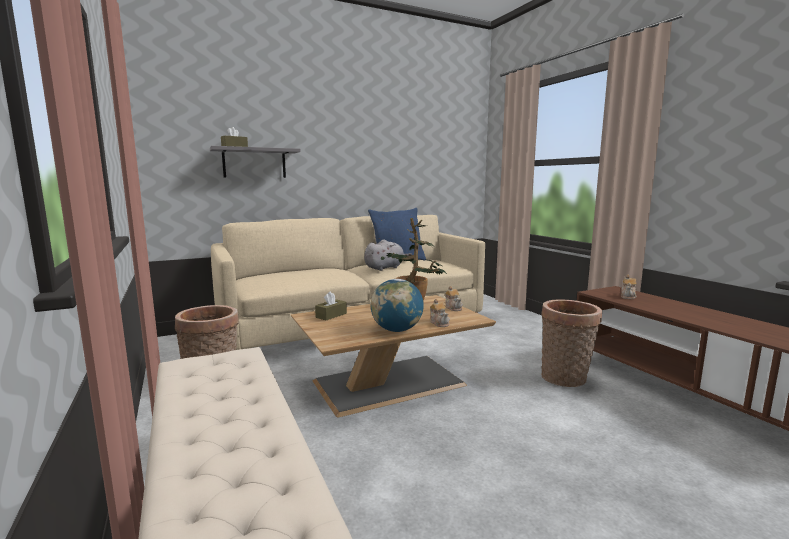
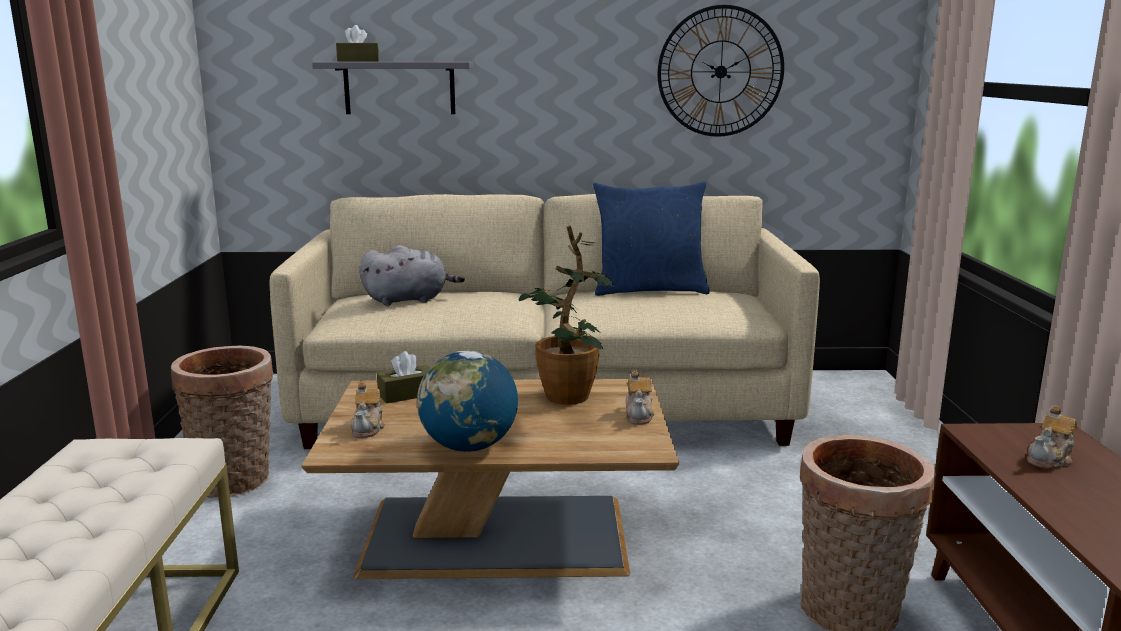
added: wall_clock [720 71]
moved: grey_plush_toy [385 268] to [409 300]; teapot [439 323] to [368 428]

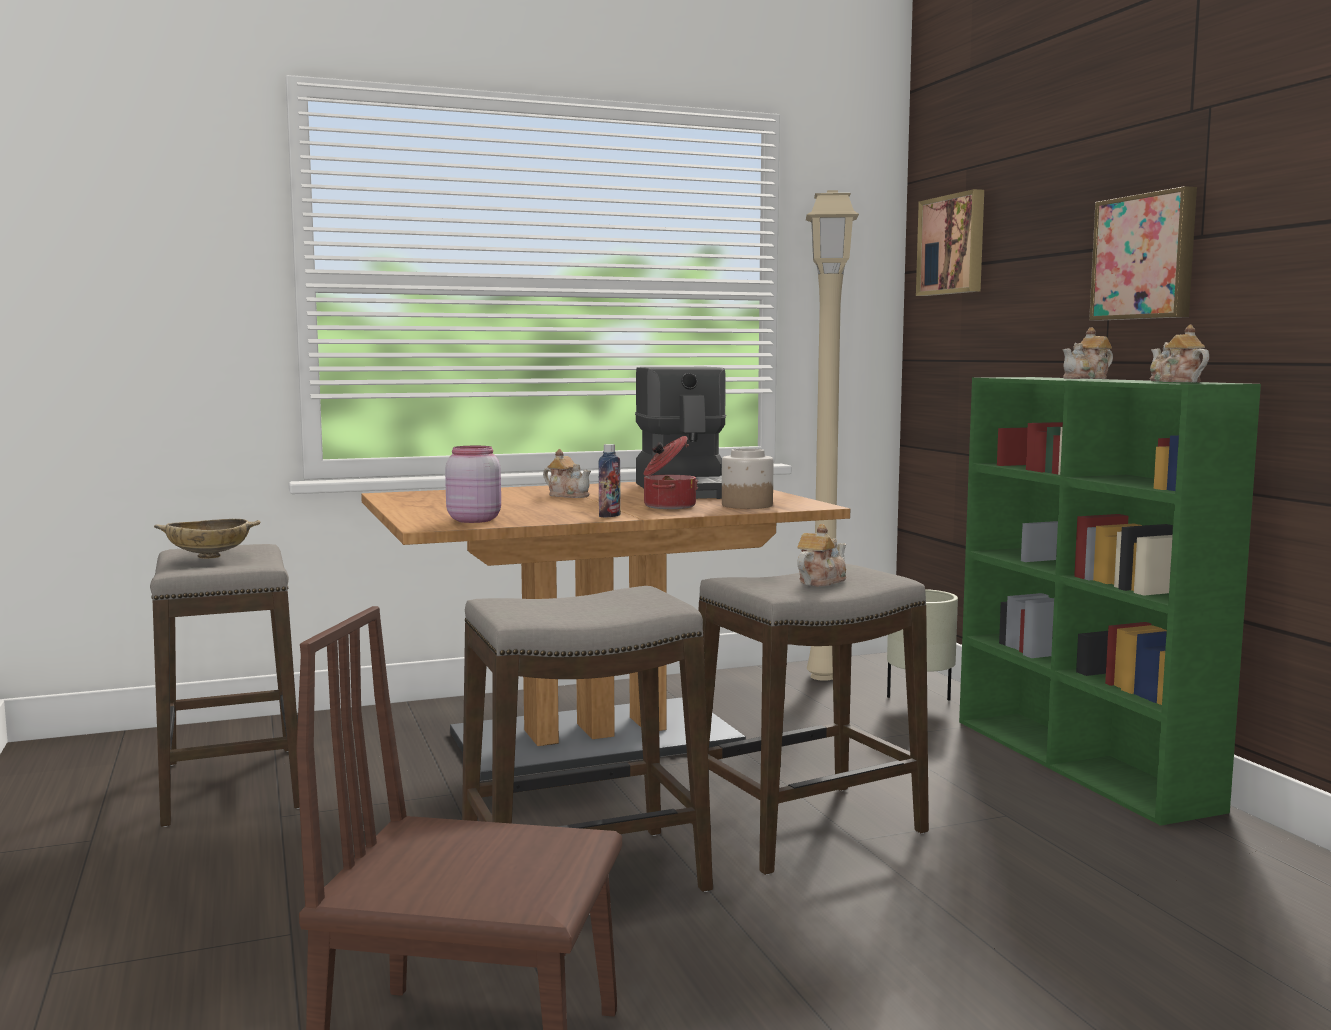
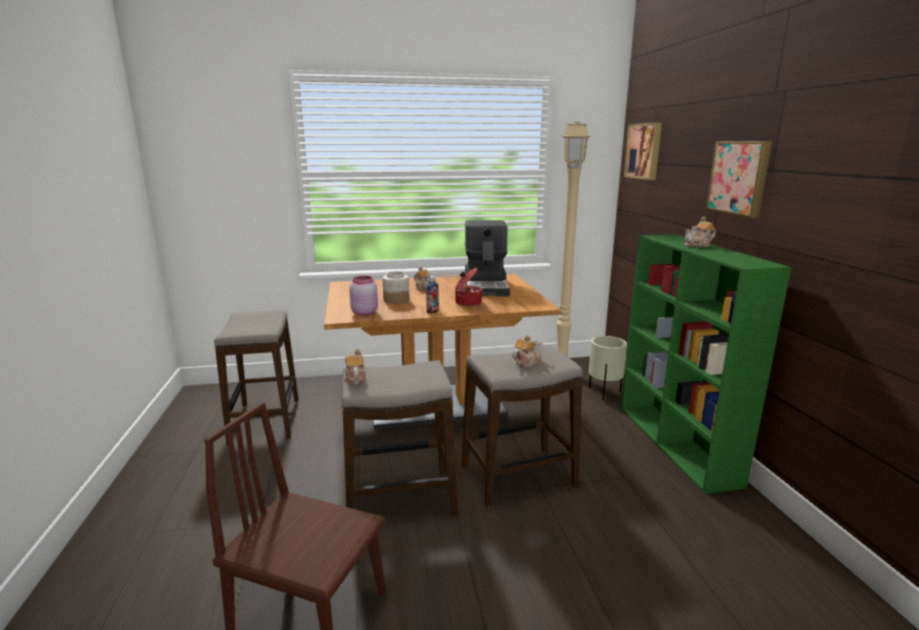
removed: beige_bowl [209 557]
moved: jar [746 505] to [396 300]; teapot [1175 382] to [355 378]

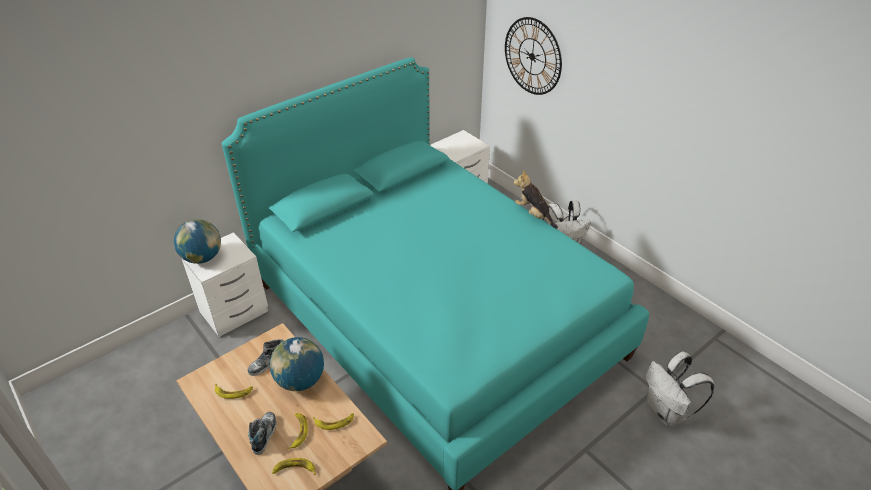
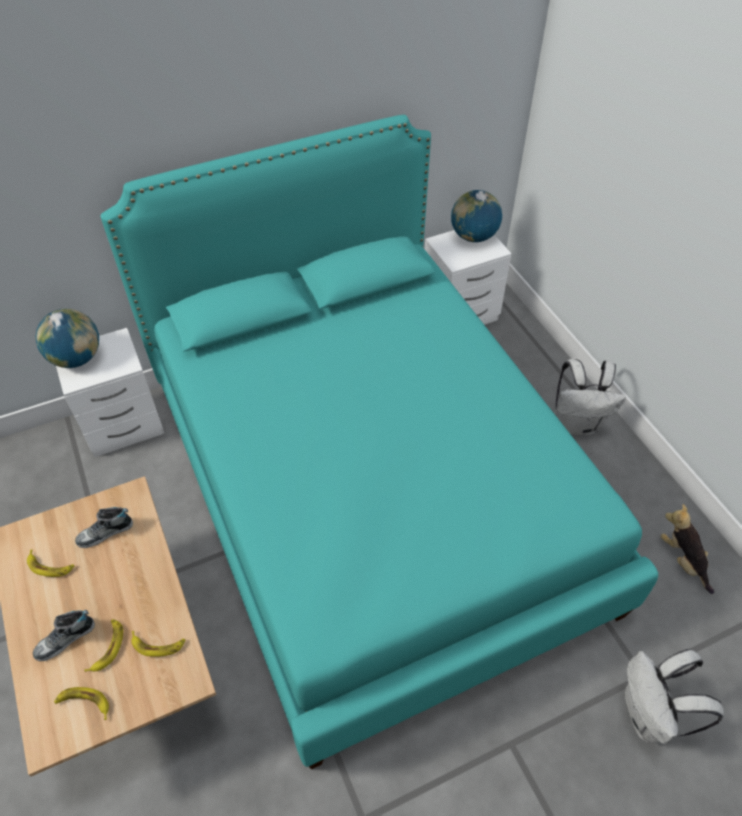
removed: wall_clock [532 56]
moved: globe [300 380] to [473 236]; plush_toy [534 214] to [683 560]
turned: shoe [264 434] = [65 640] 150 degrees counterclockwise

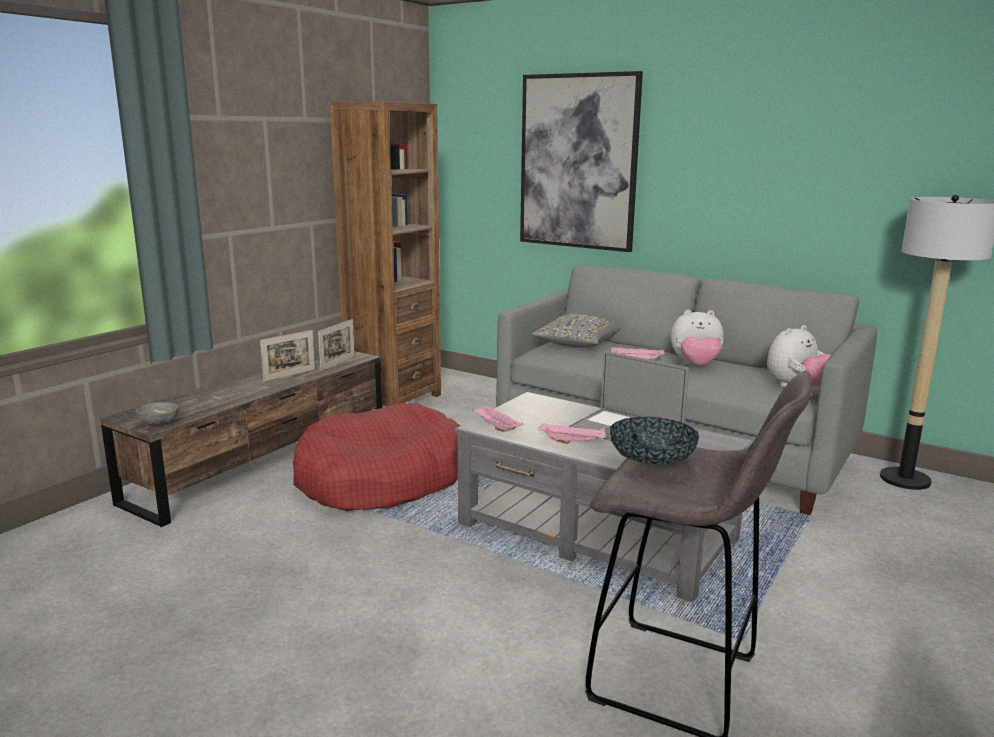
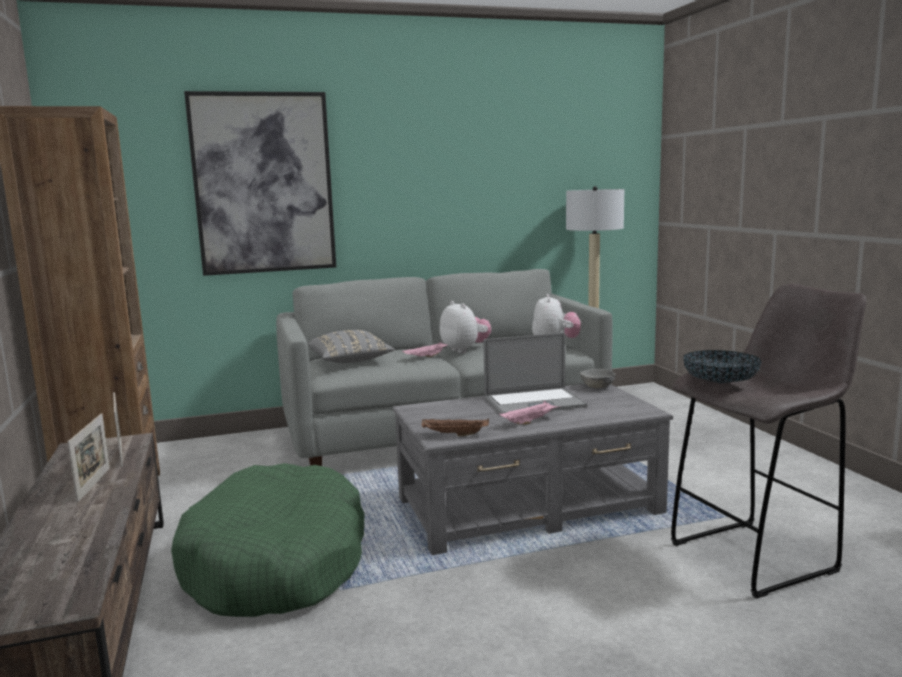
moved: grey_bowl [159 423] to [597 387]
recoloured: red_dog_bed [380 479] to green_dog_bed [277 563]; pink_tray [496 427] to brown_tray [454 435]
turned: plush_toy [695 365] = [465 350] 75 degrees counterclockwise

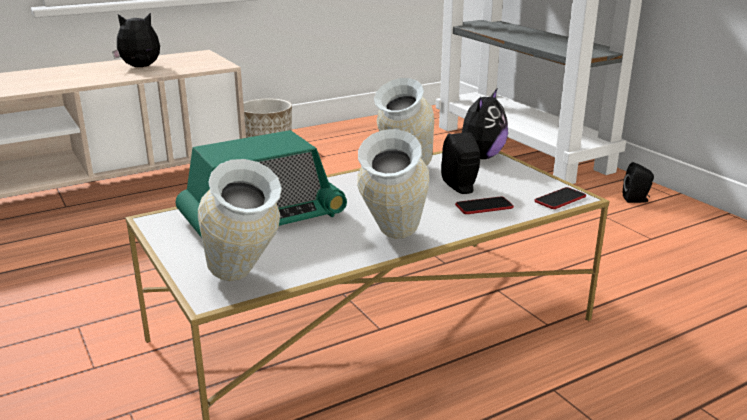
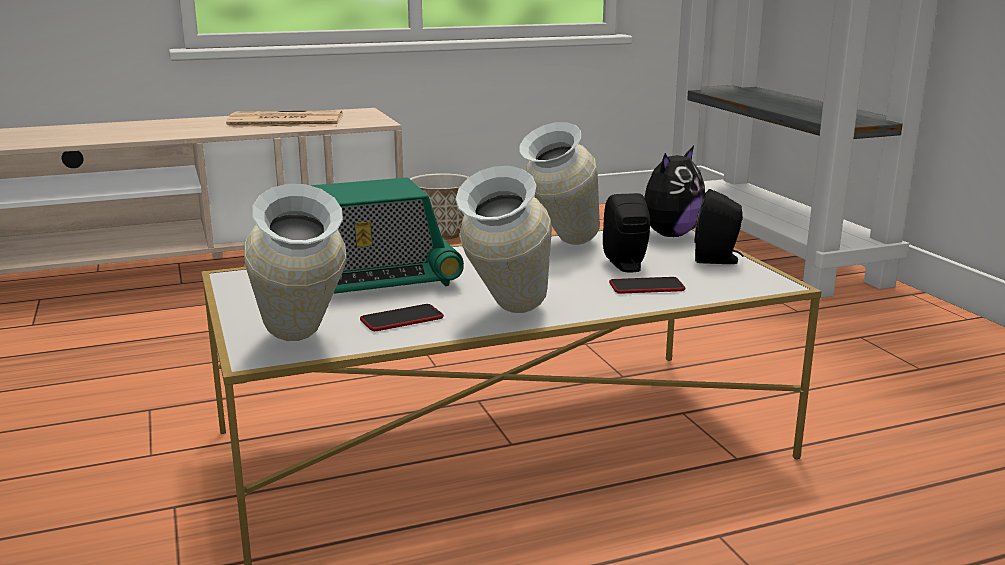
moved: phone [560 199] to [402 319]; black_speaker [636 200] to [718 260]
replaced: plush_toy [141 67] to newspaper [284 122]

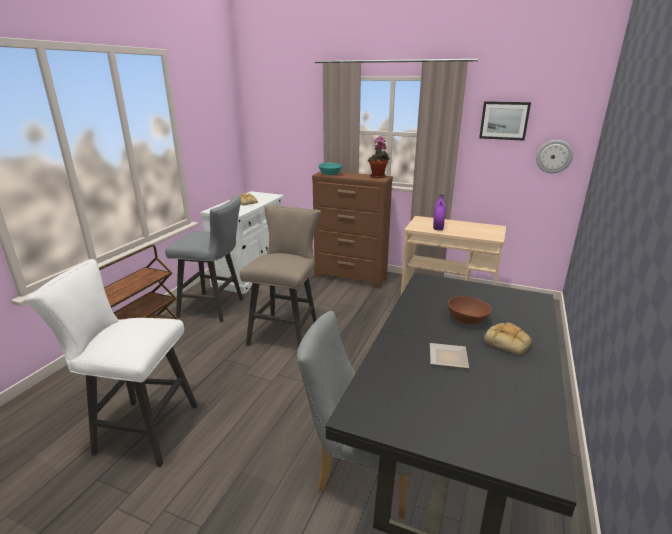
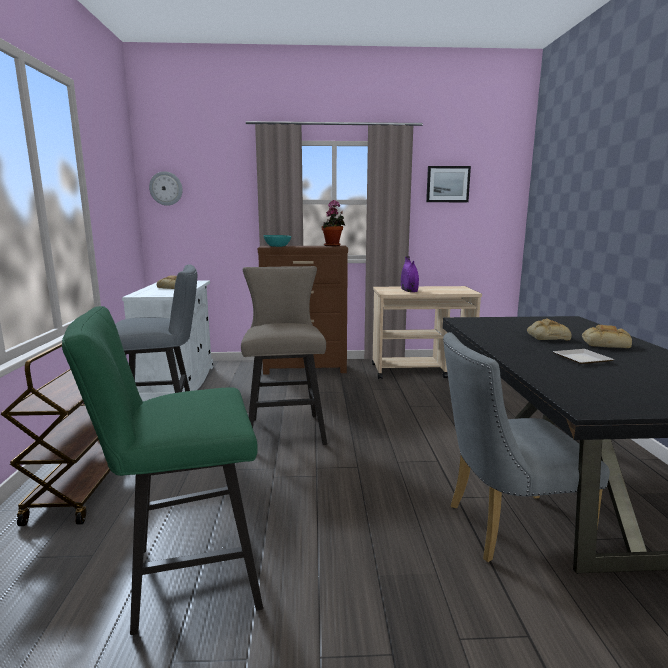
moved: wall_clock [554 156] to [166 188]
replaced: brown_bowl [467 319] to bread [547 336]
recoloured: white_stool [140 430] to green_stool [184 577]

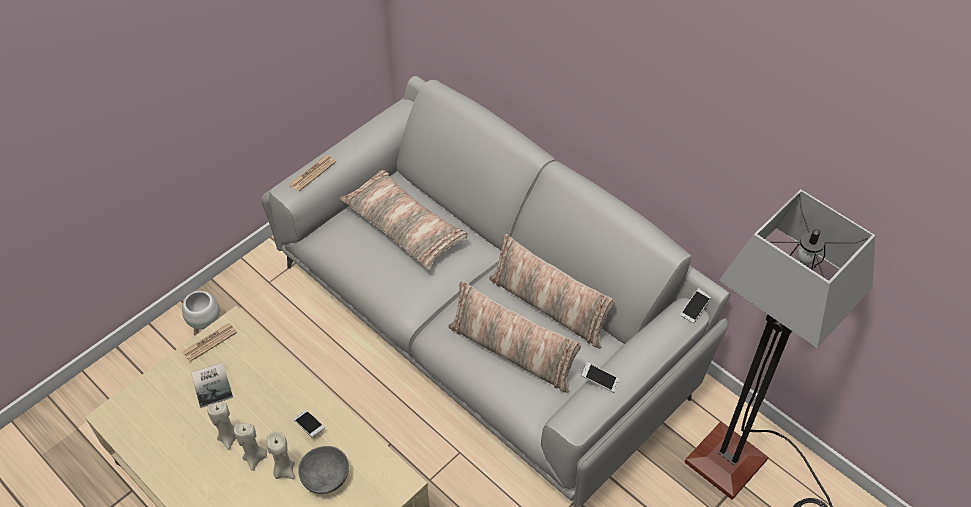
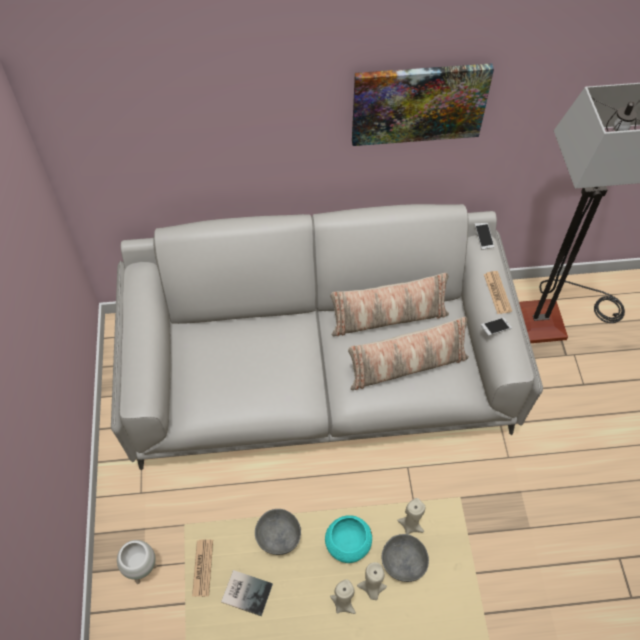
removed: pillow [404 226]
added: grey_bowl [278 539]; picture [419 103]
moved: beige_candle [229 437] to [410 525]; newspaper [312 173] to [497 293]
replaced: phone [309 426] to turquoise_bowl [347 544]

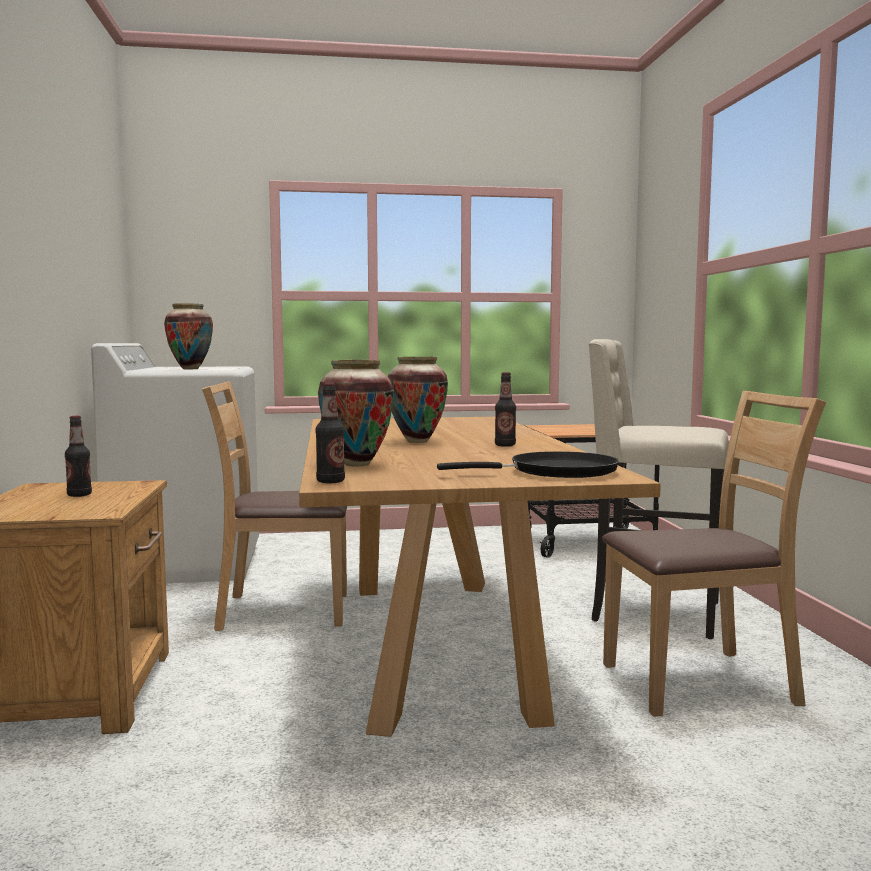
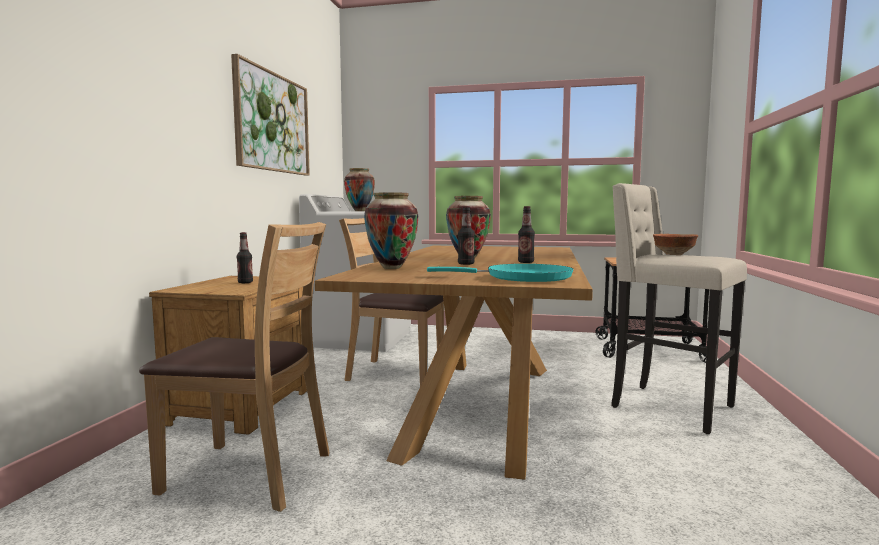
added: picture [272 122]; bowl [674 254]
moved: bottle [330 481] to [466 264]; brown_chair [700 682] to [249 474]
recoloured: black_frying_pan [555 472] to turquoise_frying_pan [522 278]

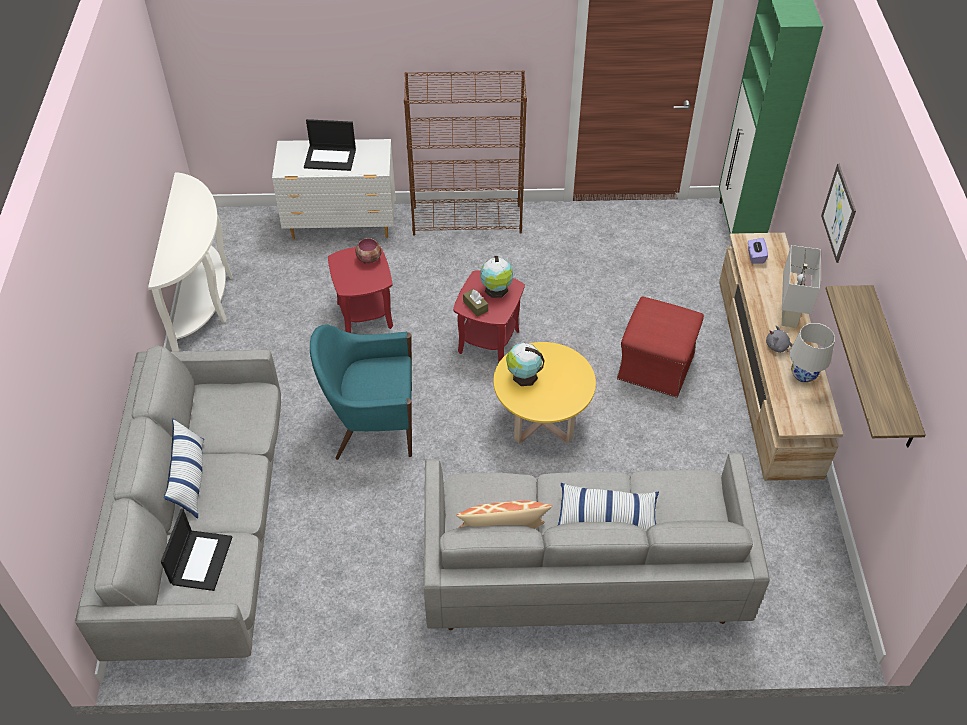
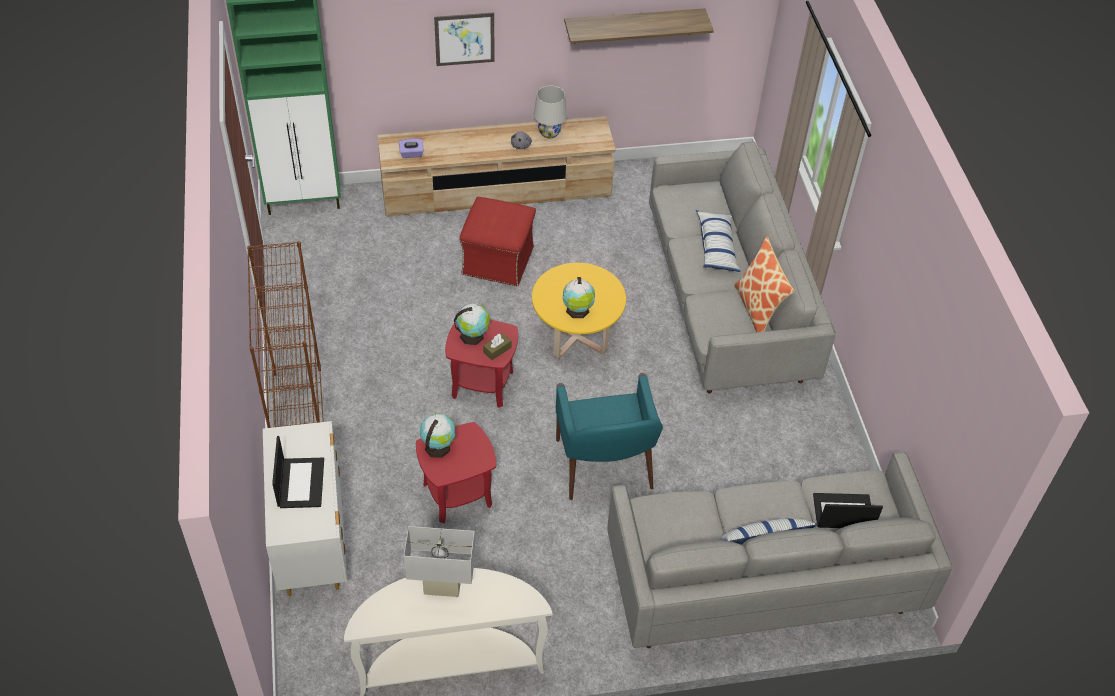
moved: white_table_lamp [789 316] to [442 588]
replaced: bowl [369 259] to globe [438 446]

